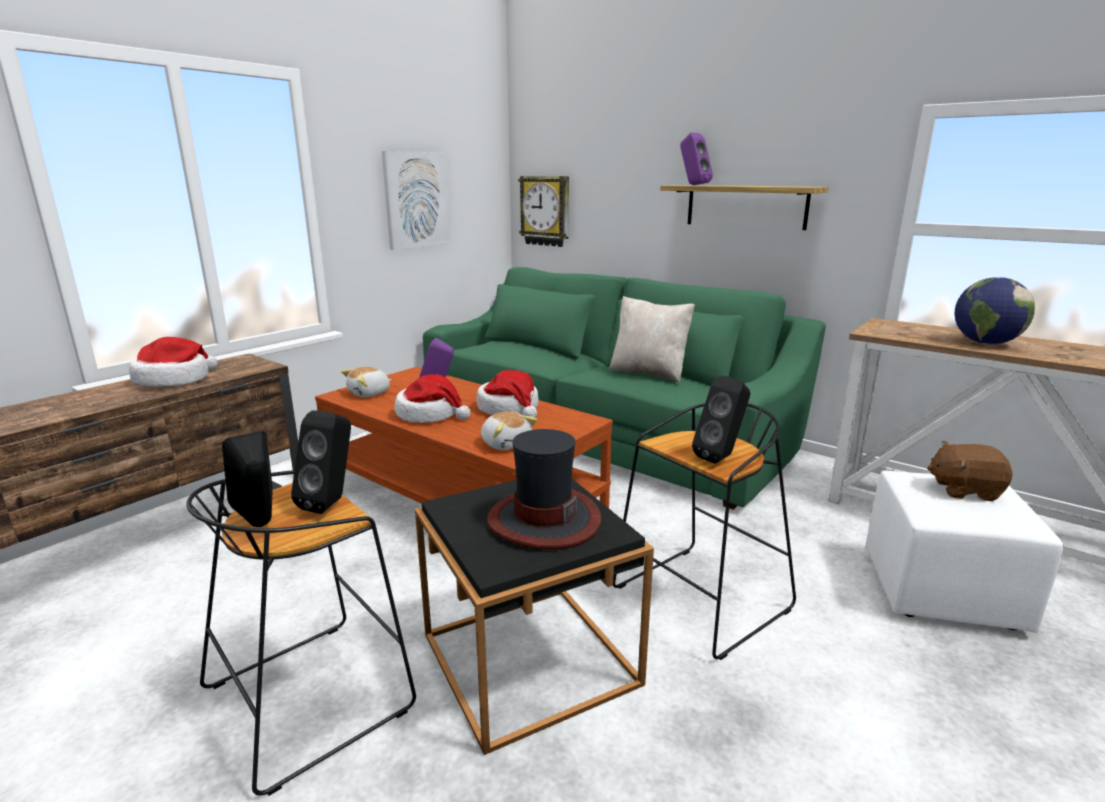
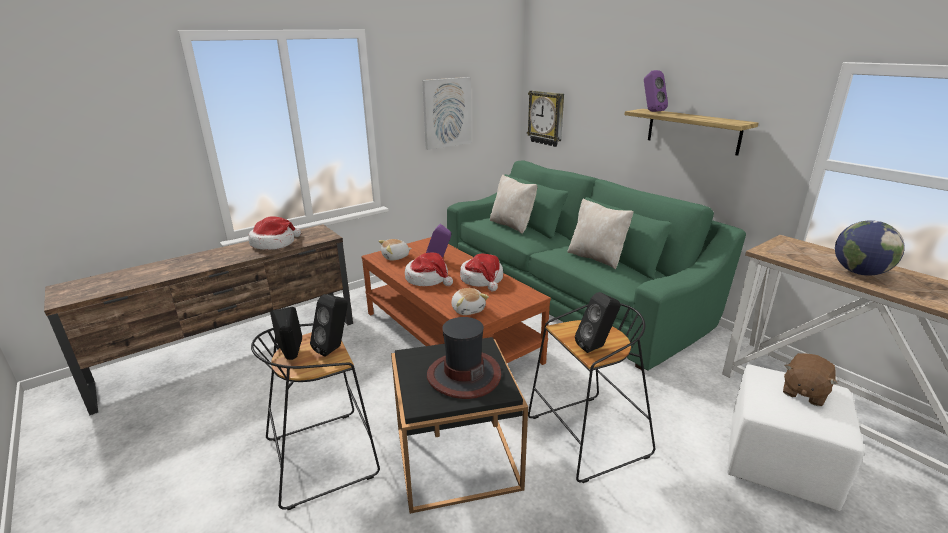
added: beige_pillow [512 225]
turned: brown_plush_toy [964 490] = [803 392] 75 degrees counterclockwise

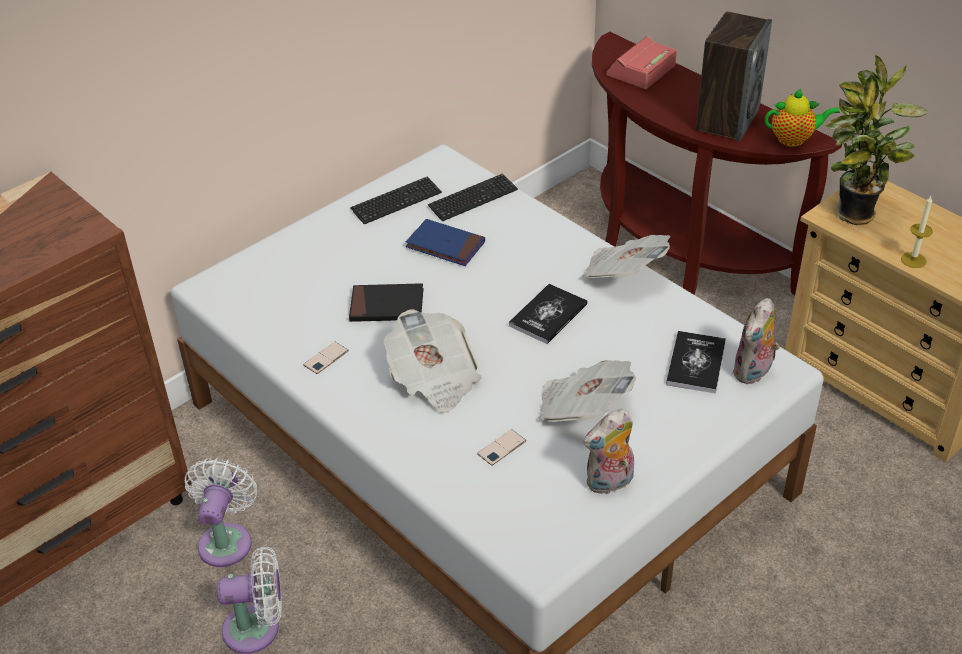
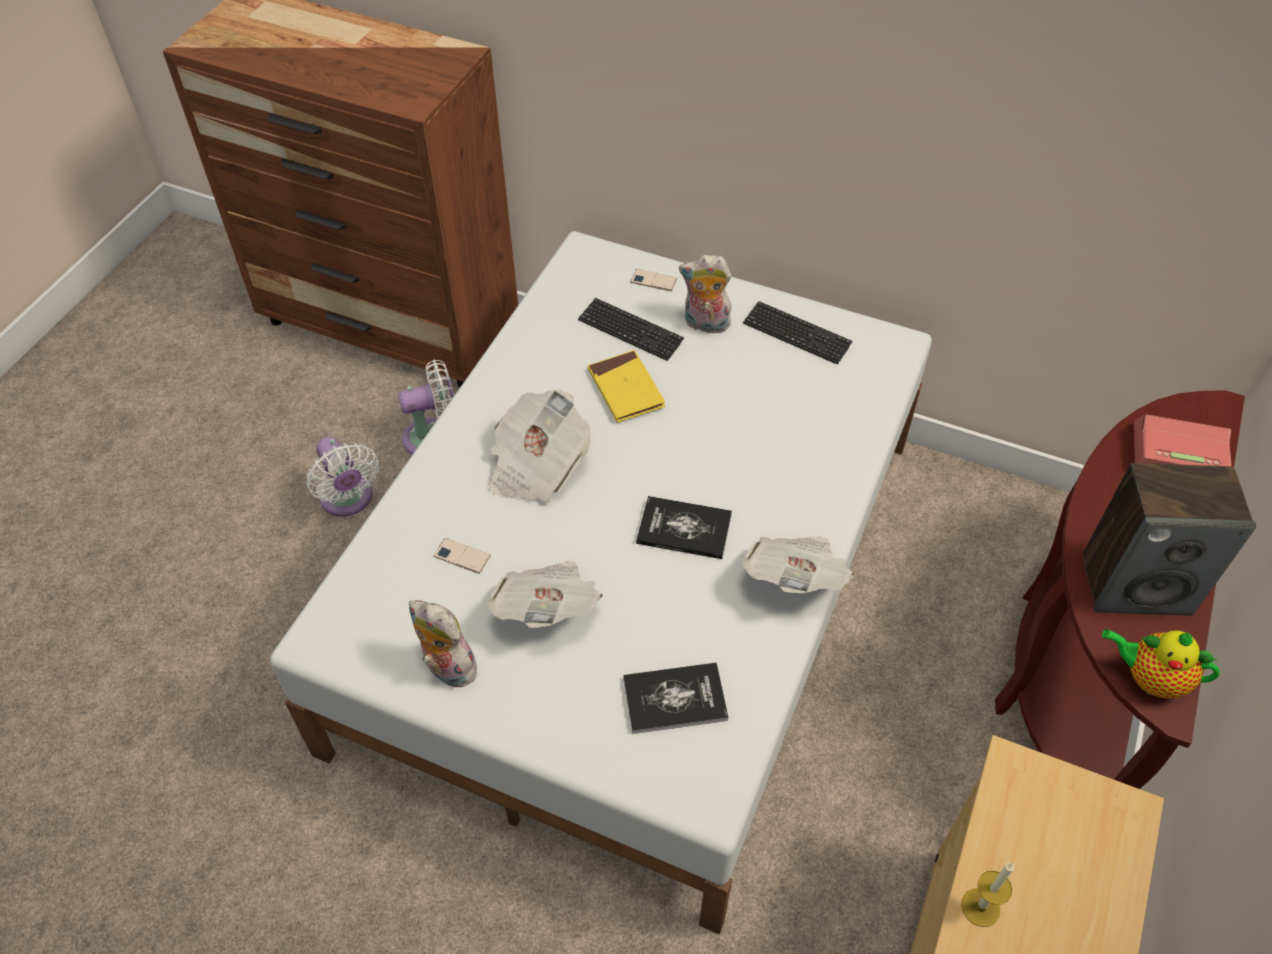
removed: blue_book [445 245]; potted_plant [854 216]
moved: phone [326 358] to [653 280]; keyboard [473 199] to [630 331]; plush_toy [753 372] to [705 324]
recoloured: black_book [387 306] to yellow_book [626 389]
turned: teapot [794 139] = [1149 678] 135 degrees clockwise

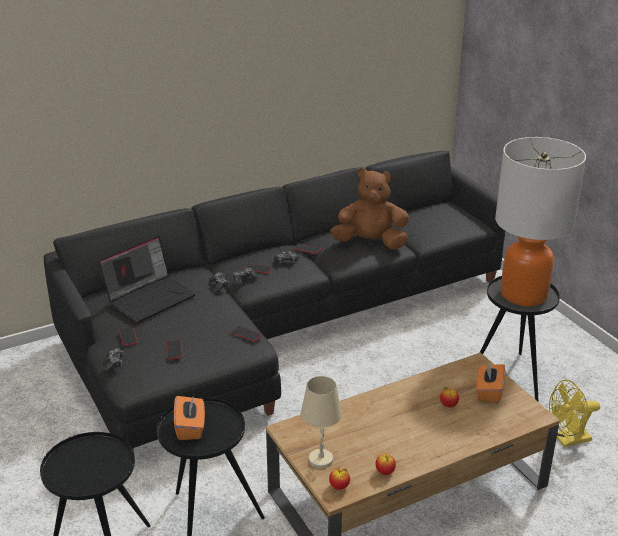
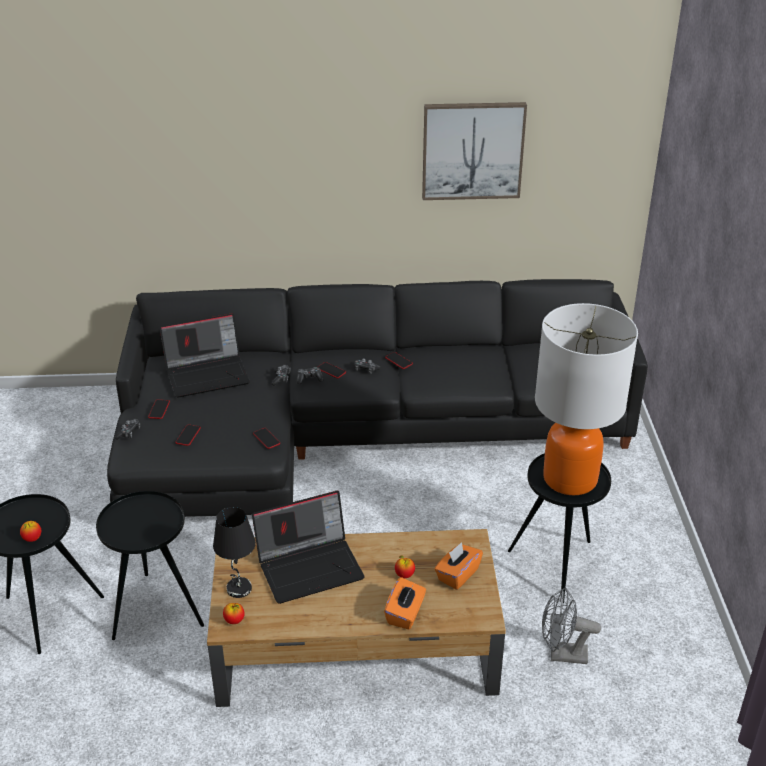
removed: brown_plush_toy [370 243]
added: laptop [310 566]; picture [472 150]
moved: orange_tissue_box [190 428] to [405 614]; apple [385 472] to [32 539]
recoloured: beige_table_lamp [321 460] to black_table_lamp [239 589]; yellow_fan [567 440] to grey_fan [562 654]

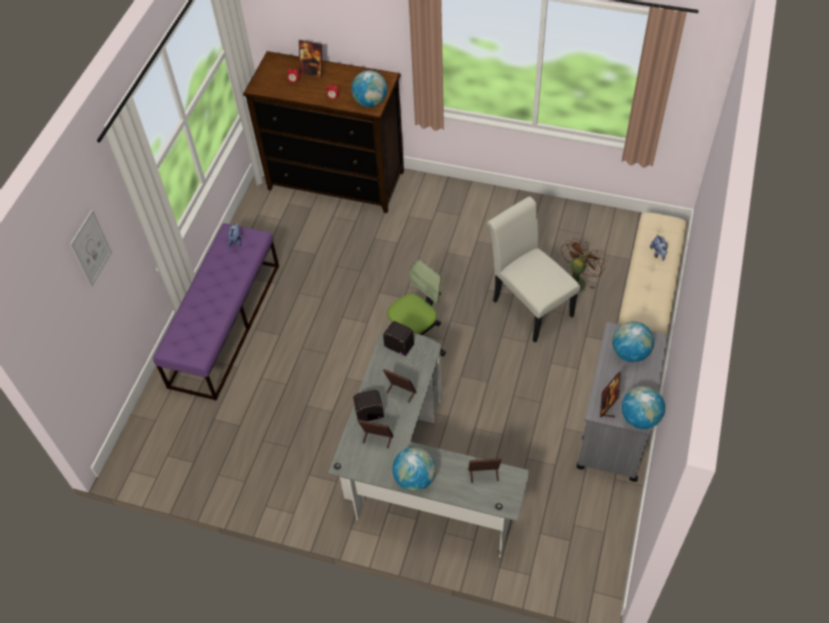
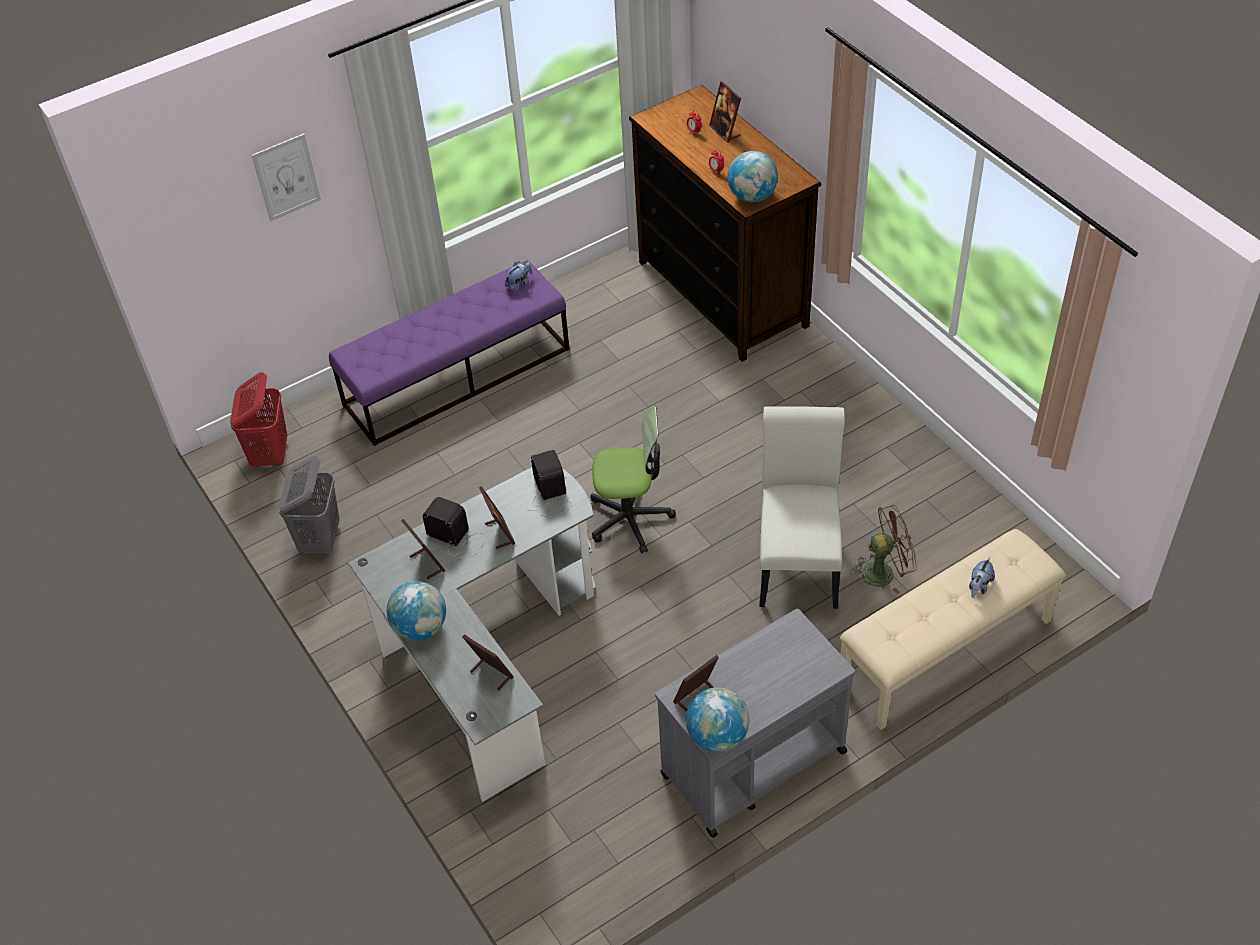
removed: globe [630 352]
added: red_laundry_basket [270 454]; grey_laundry_basket [320 539]

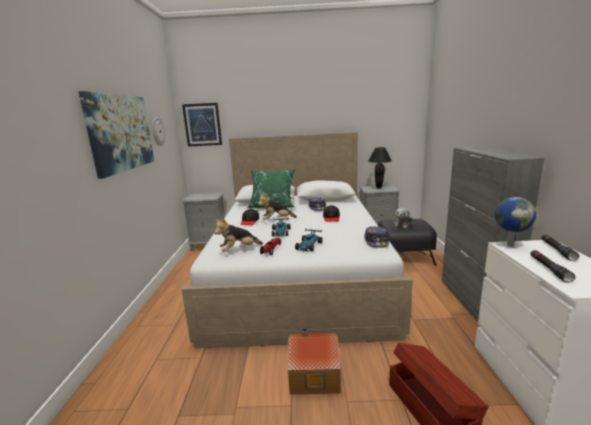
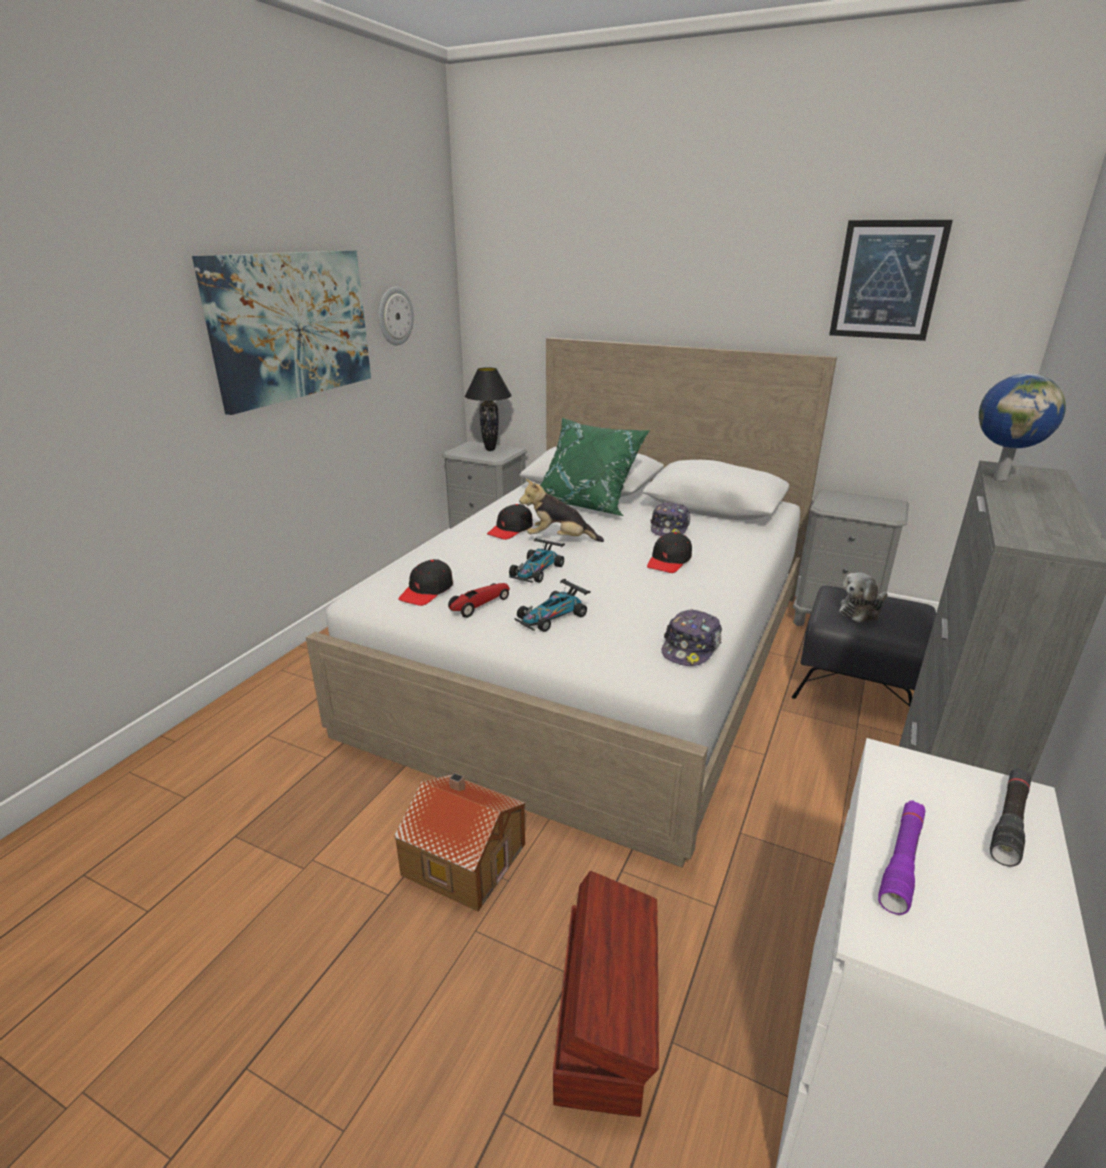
moved: picture [202 124] to [887 280]; black_table_lamp [379 188] to [490 449]; globe [509 245] to [1000 478]
replaced: plush_toy [239 250] to black_cap [427 591]
recoloured: black_flashlight [549 269] to purple_flashlight [902 861]

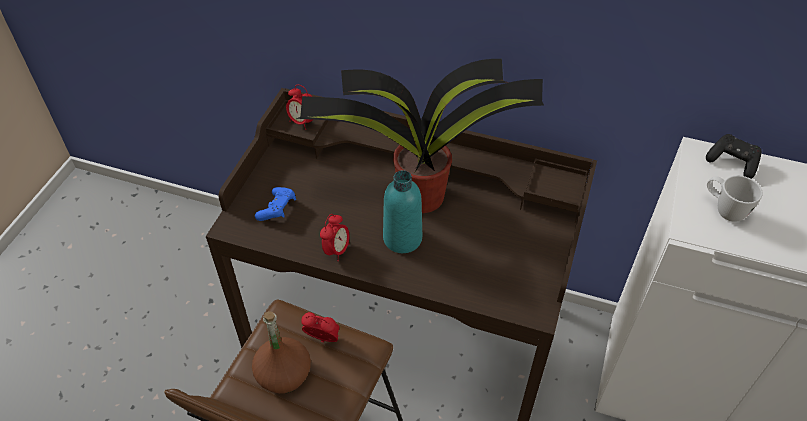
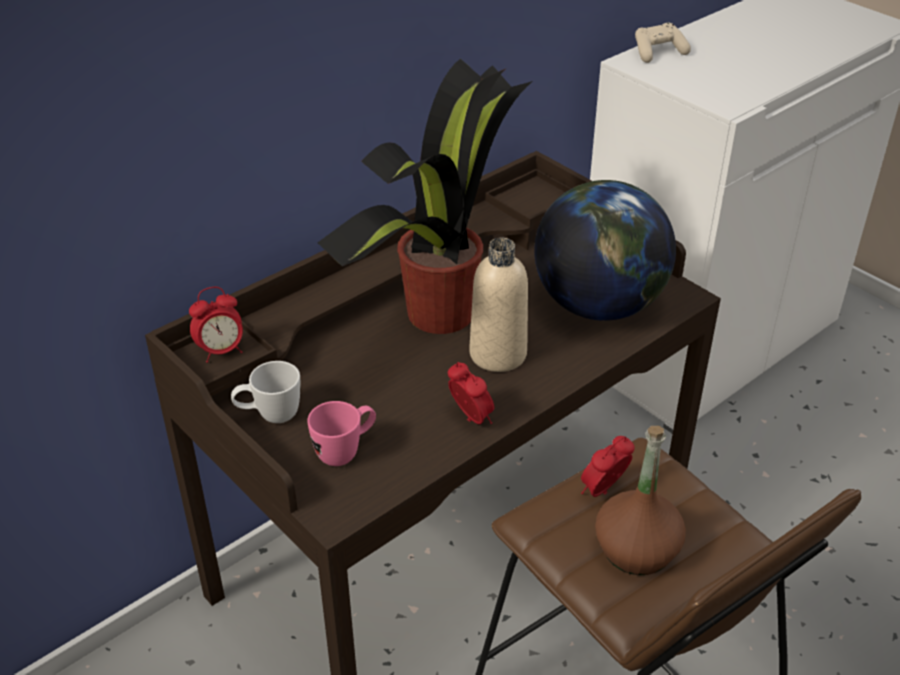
added: globe [599 305]
moved: white_mug [723 210] to [269 416]
replaced: blue_game_controller [277 210] to pink_mug [345 452]
recoloured: turquoise_bottle [402 238] to beige_bottle [498 354]; black_game_controller [732 162] to beige_game_controller [658 53]

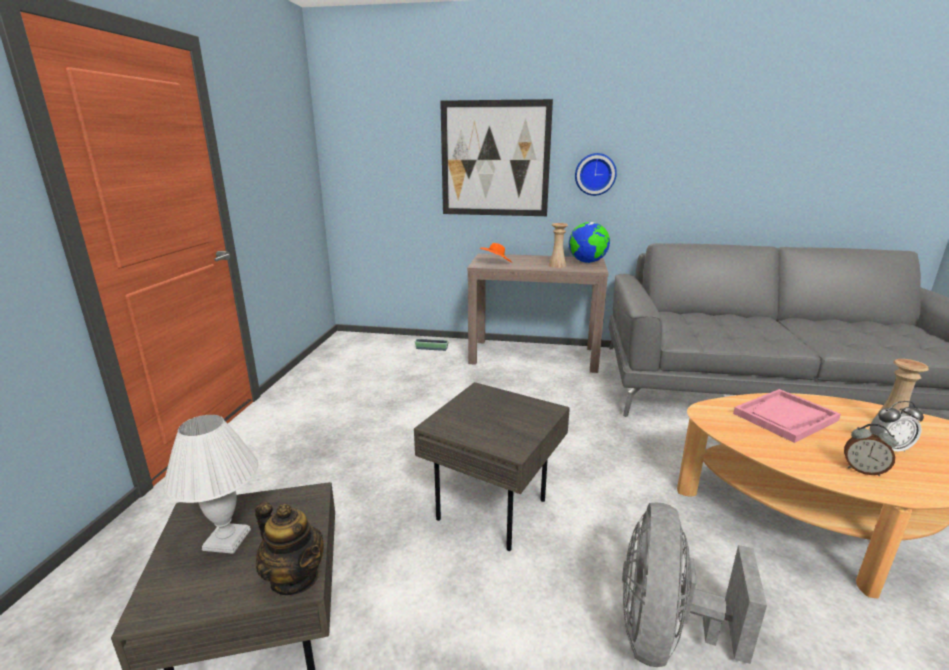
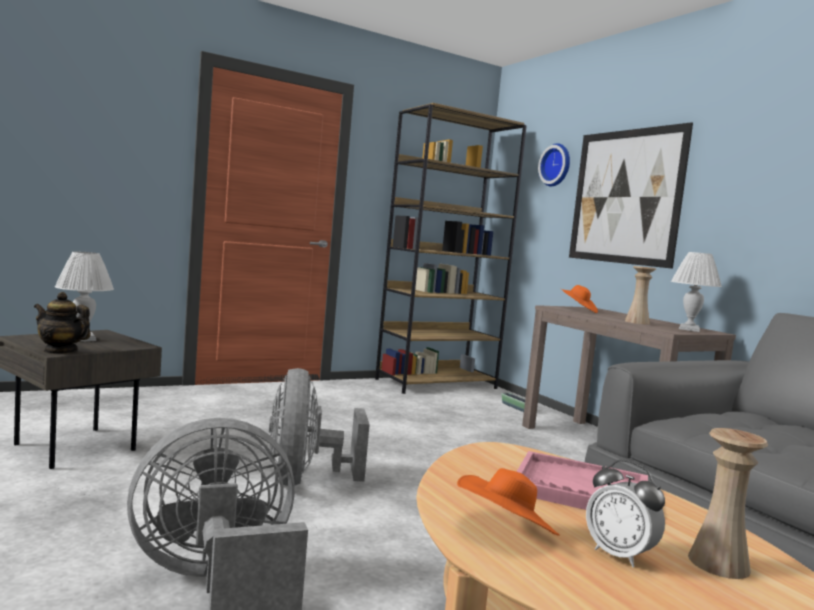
added: brown_bookcase [436 384]
moved: wall_clock [595 174] to [557 165]
replaced: grey_side_table [495 509] to grey_fan [305 480]; globe [587 262] to white_table_lamp [689 329]; alarm_clock [863 470] to orange_hat [505 531]
turned: teapot [295 577] = [60 351] 105 degrees clockwise

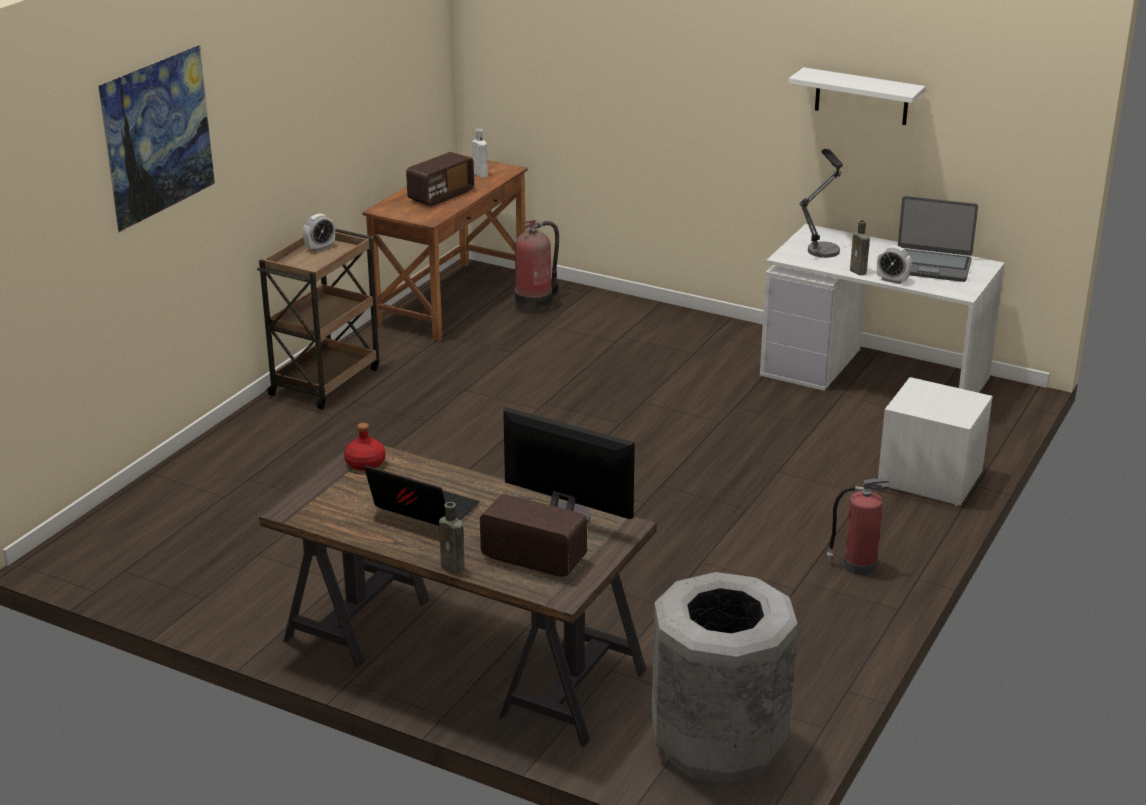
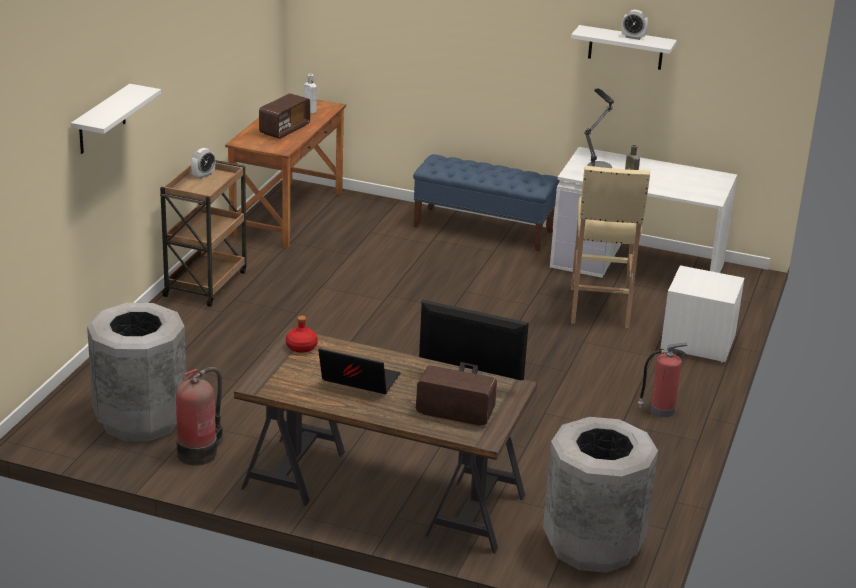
removed: brown_bottle [454 567]; laptop [931 266]
added: grey_trash_can [140 420]; blue_bench [483 229]; beige_stool [599 308]
moved: fire_extinguisher [536 305] to [199 452]; alarm_clock [892 280] to [633 37]
replaced: picture [163 172] to white_shelf [102 120]

